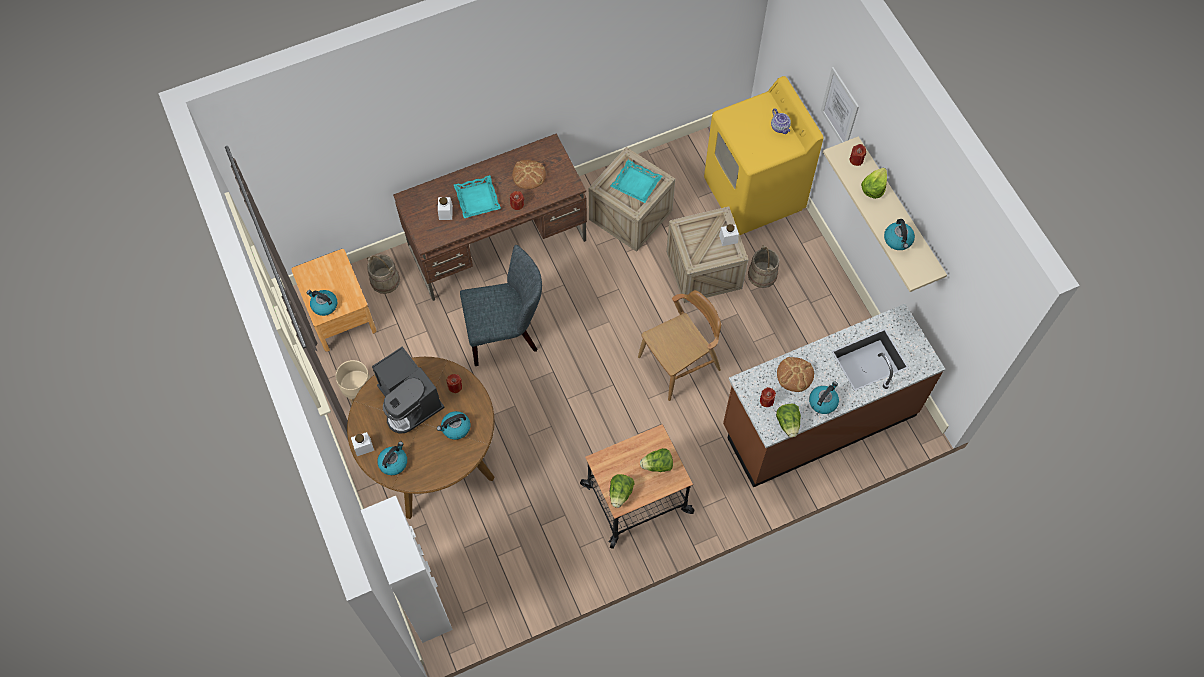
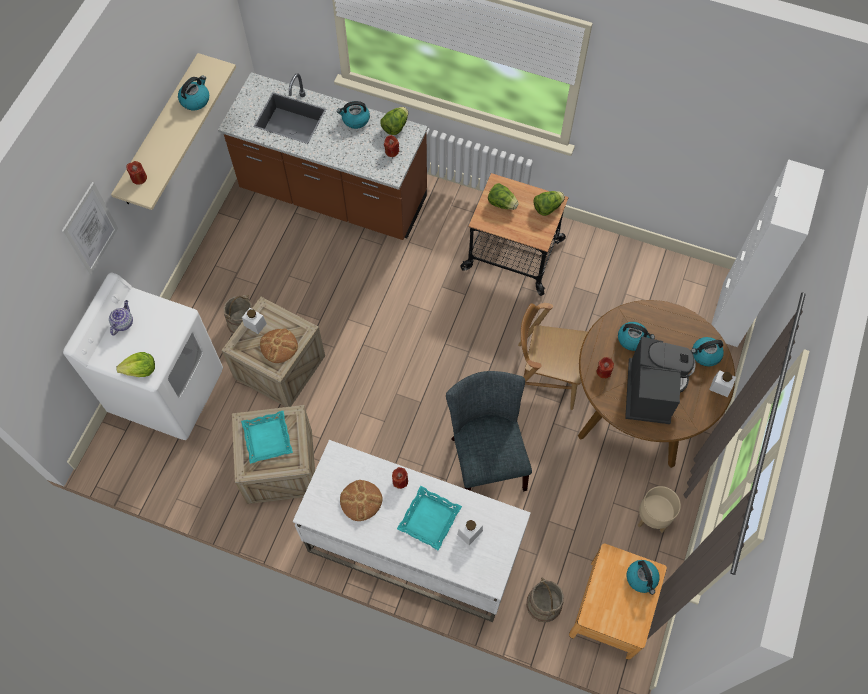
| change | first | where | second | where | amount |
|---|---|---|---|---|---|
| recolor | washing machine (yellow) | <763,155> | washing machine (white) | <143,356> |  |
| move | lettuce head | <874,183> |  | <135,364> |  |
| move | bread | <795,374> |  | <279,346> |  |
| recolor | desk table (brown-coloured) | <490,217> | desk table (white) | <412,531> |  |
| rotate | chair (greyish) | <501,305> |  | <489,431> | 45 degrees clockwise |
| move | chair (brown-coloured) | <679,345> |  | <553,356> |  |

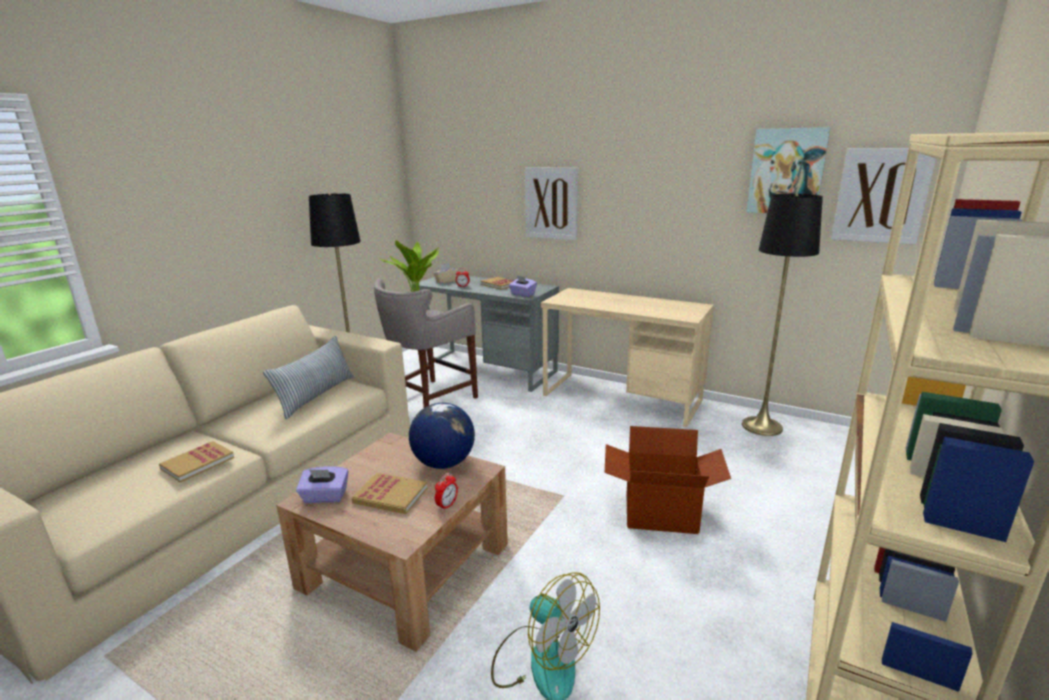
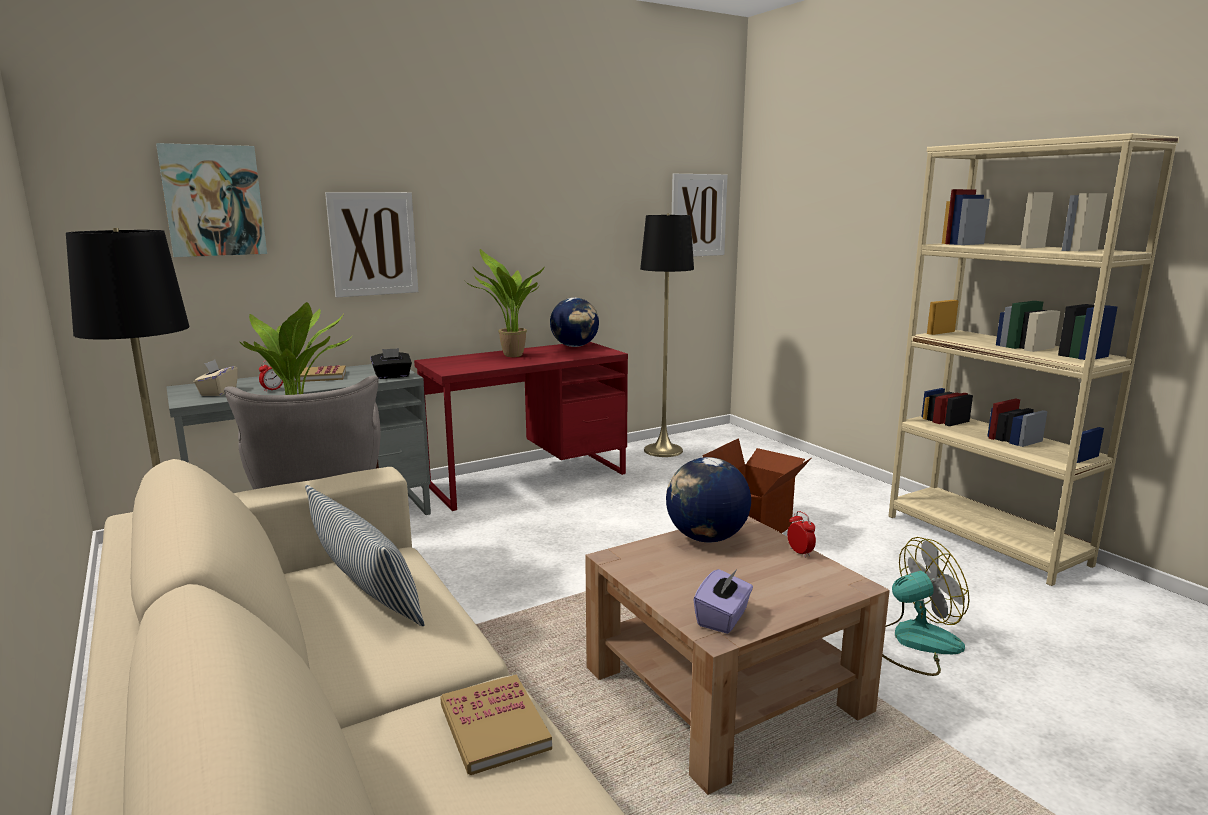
| change | first | where | second | where | amount |
|---|---|---|---|---|---|
| move | wall art | <789,170> |  | <211,200> |  |
| recolor | box of tissues (purple) | <523,286> | box of tissues (blackish) | <391,363> |  |
| recolor | desk table (sand-coloured) | <627,357> | desk table (reddish) | <521,426> |  |
| insert |  |  | houseplant | <505,303> |  |
| insert |  |  | desk globe | <574,322> |  |
| delete | volume | <389,493> |  |  |  |

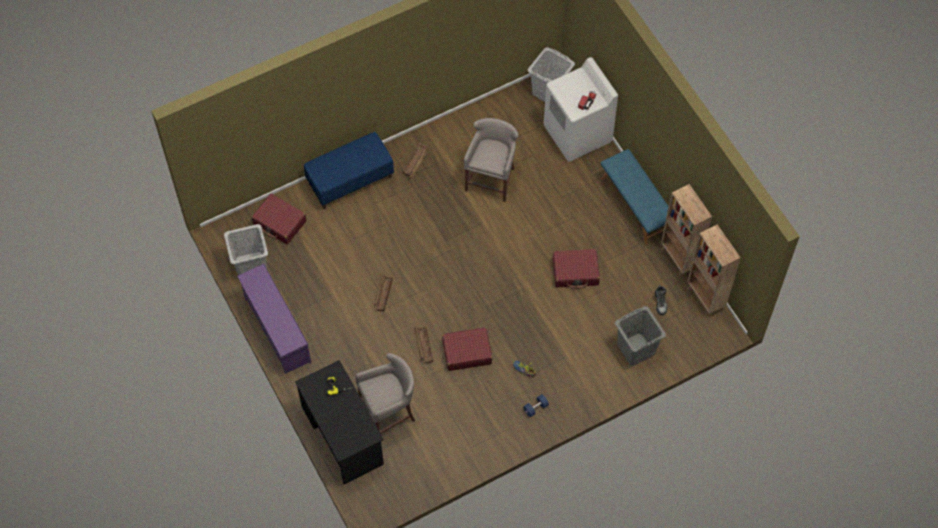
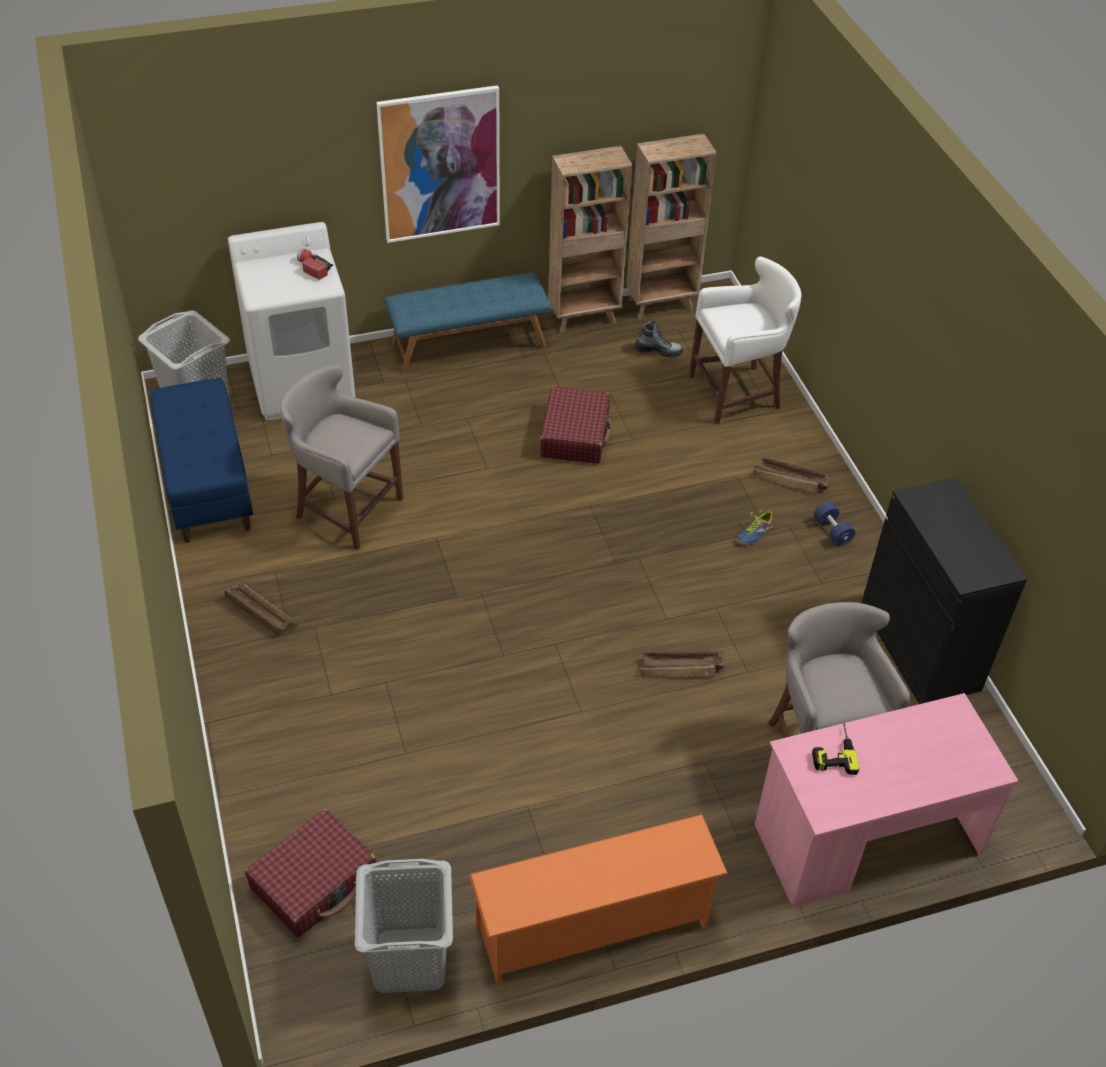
| change | first | where | second | where | amount |
|---|---|---|---|---|---|
| move | bench (blue-coloured) | <349,170> |  | <202,460> |  |
| insert |  |  | wall art | <438,164> |  |
| recolor | shoe shelf (purple) | <274,319> | shoe shelf (orange-coloured) | <598,900> |  |
| replace | hamper (greyish) | <640,336> | stool (white) | <745,340> |  |
| move | packing crate | <383,293> |  | <792,476> |  |
| recolor | desk table (blackish) | <339,422> | desk table (pink) | <886,800> |  |
| insert |  |  | cabinet (blackish) | <944,590> |  |
| delete | piece of luggage (reddish) | <467,349> |  |  |  |

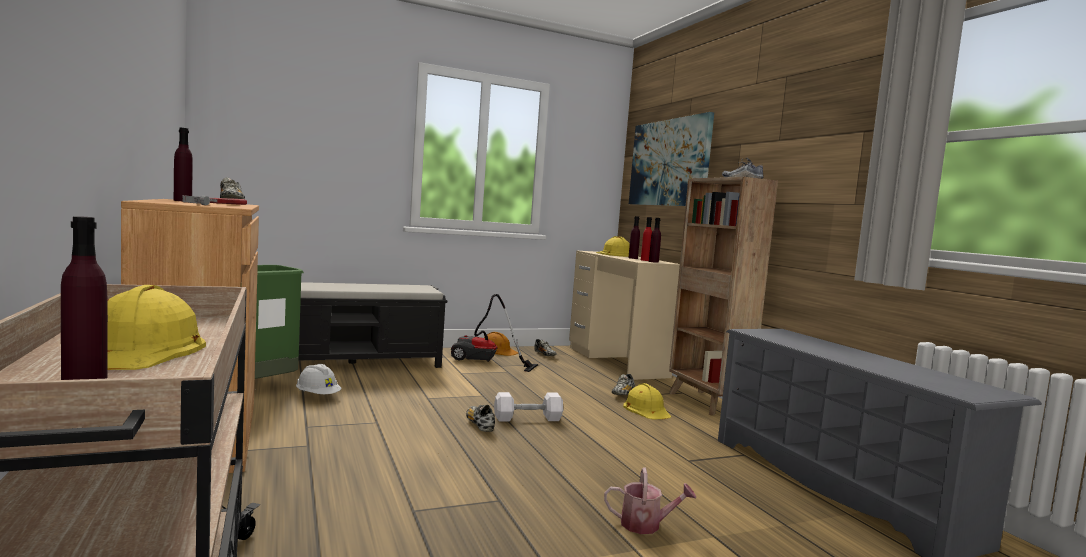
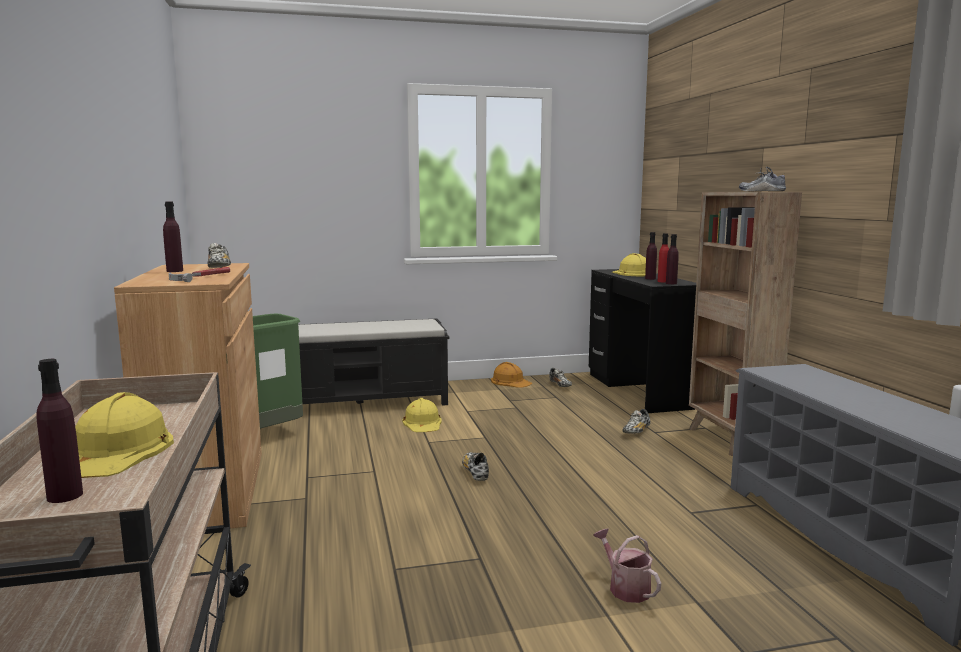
| change | first | where | second | where | amount |
|---|---|---|---|---|---|
| move | work helmet (yellow) | <647,401> |  | <422,415> |  |
| recolor | desk table (sand-coloured) | <624,315> | desk table (blackish) | <642,341> |  |
| rotate | watering pot | <650,500> |  | <627,565> | 135 degrees counterclockwise |
| delete | work helmet (white) | <318,379> |  |  |  |
| delete | vacuum | <494,333> |  |  |  |
| delete | free weight (white) | <528,407> |  |  |  |
| delete | wall art | <671,159> |  |  |  |

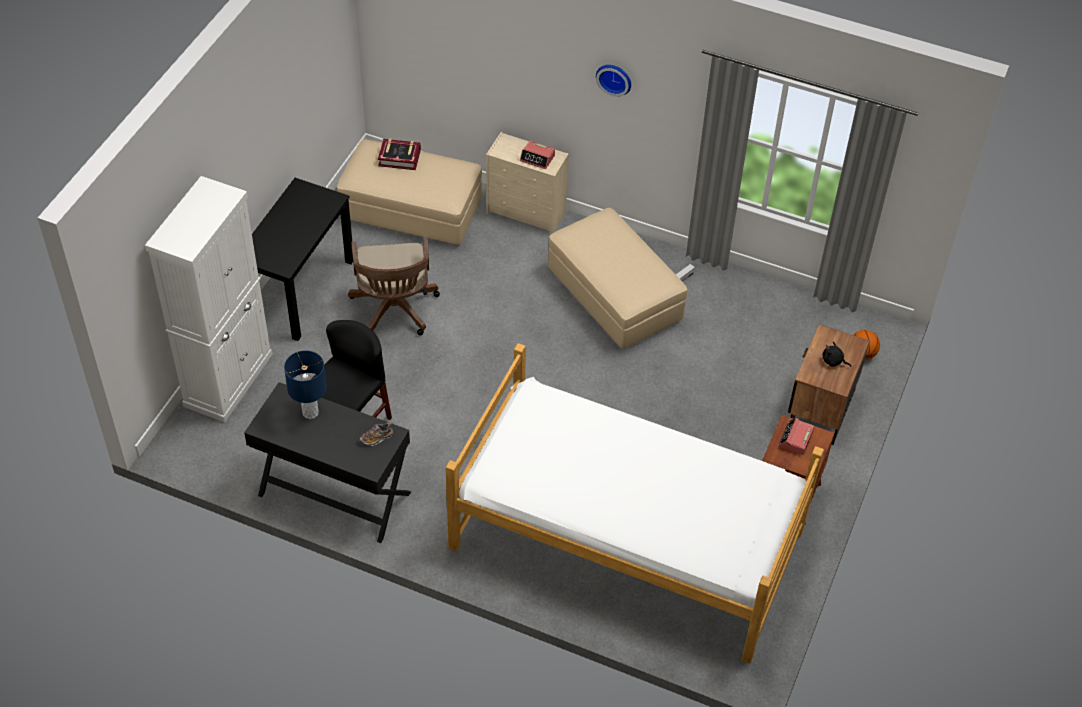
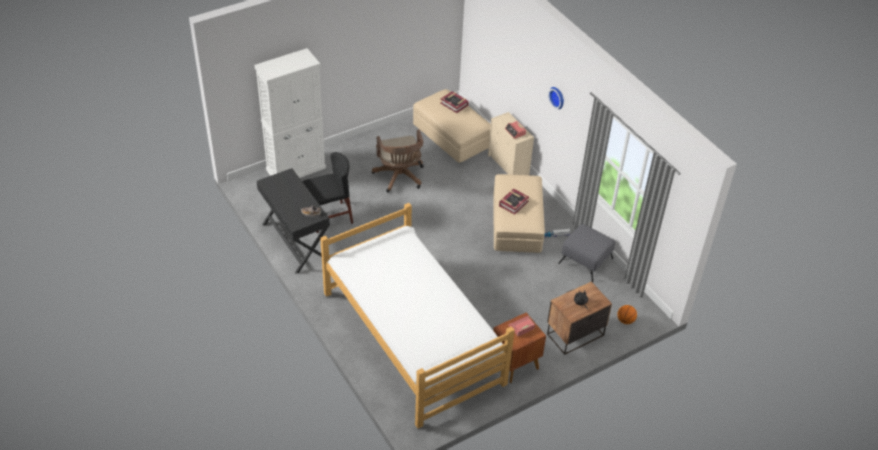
| change | first | where | second | where | amount |
|---|---|---|---|---|---|
| rotate | office chair (brown-coloured) | <394,286> |  | <398,161> | 45 degrees counterclockwise |
| insert |  |  | volume | <514,202> |  |
| insert |  |  | ottoman (greyish) | <586,253> |  |
| delete | desk table (blackish) | <302,259> |  |  |  |
| delete | table lamp (blue-coloured) | <305,384> |  |  |  |

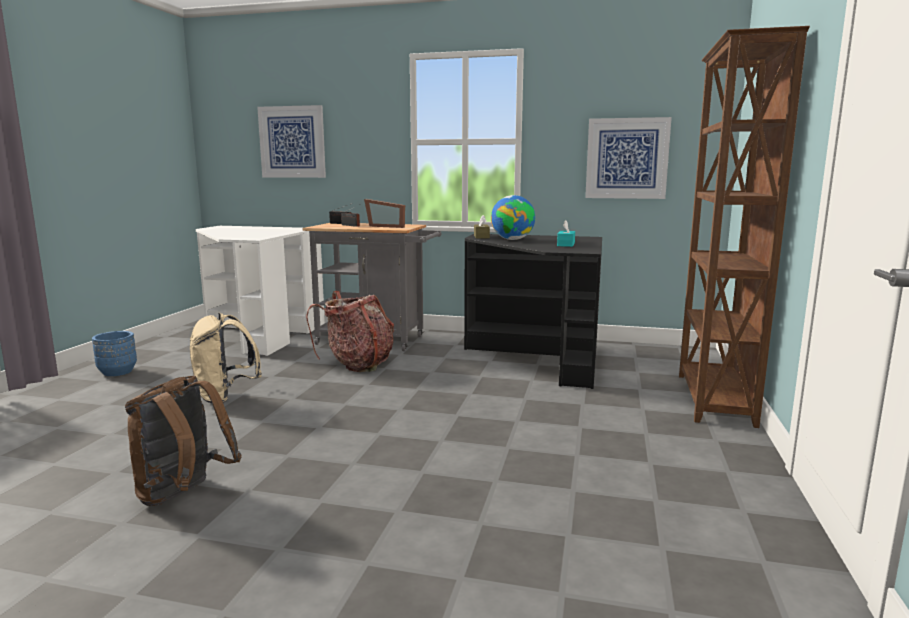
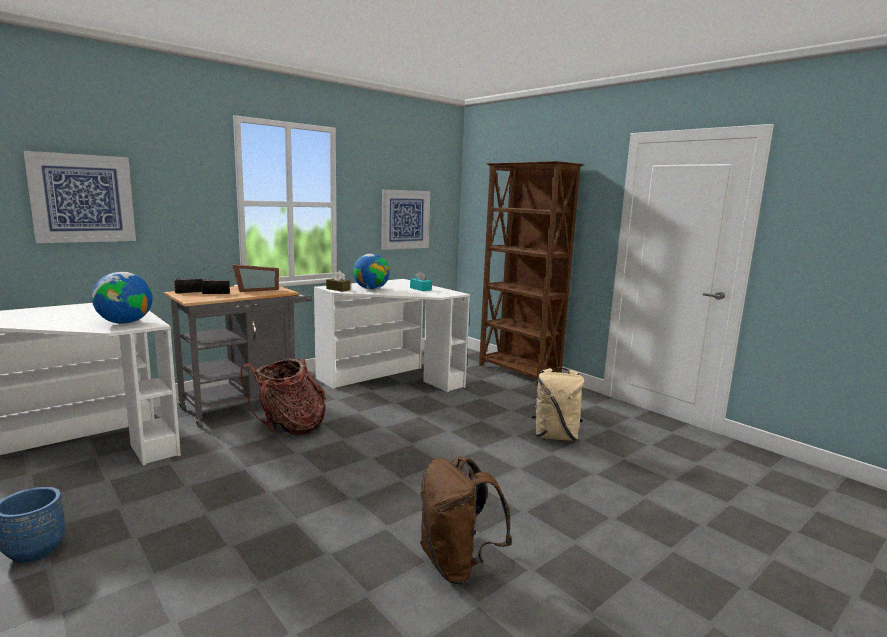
| change | first | where | second | where | amount |
|---|---|---|---|---|---|
| insert |  |  | desk globe | <122,298> |  |
| recolor | desk table (blackish) | <533,311> | desk table (white) | <392,335> |  |
| move | backpack (sand-coloured) | <226,358> |  | <557,404> |  |

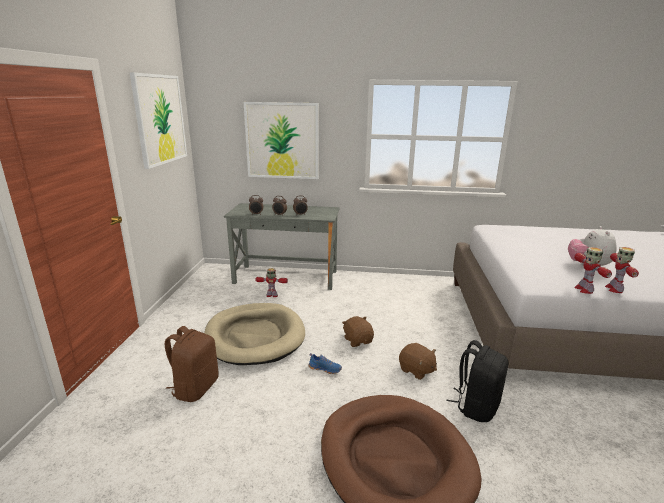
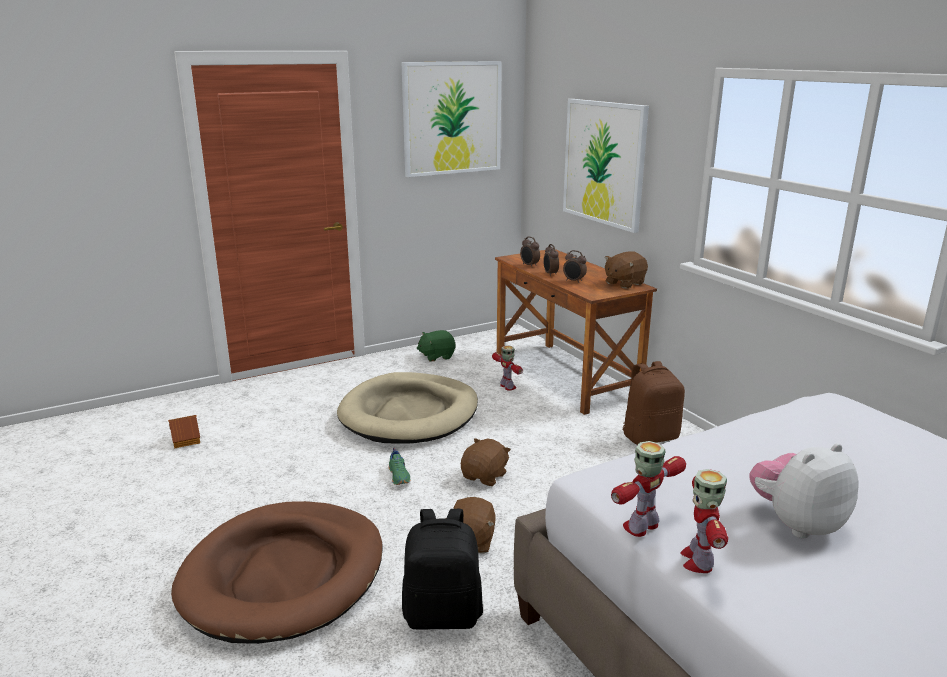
| change | first | where | second | where | amount |
|---|---|---|---|---|---|
| insert |  |  | model house | <184,431> |  |
| recolor | item of footwear (blue-coloured) | <325,363> | item of footwear (green-coloured) | <399,466> |  |
| insert |  |  | cuddly toy (green-coloured) | <436,346> |  |
| recolor | desk table (greyish) | <281,246> | desk table (brown-coloured) | <576,332> |  |
| insert |  |  | cuddly toy (brown-coloured) | <626,270> |  |
| move | backpack (brown-coloured) | <191,364> |  | <654,403> |  |
| rotate | robot figure | <622,270> |  | <704,521> | 60 degrees counterclockwise |

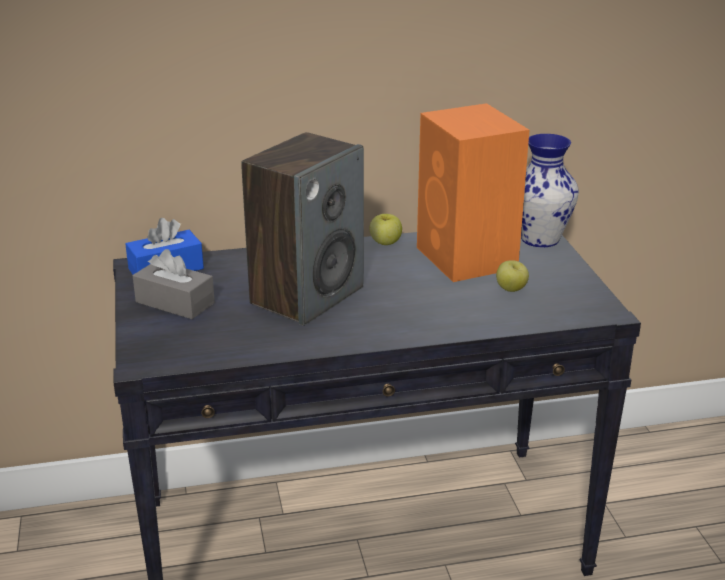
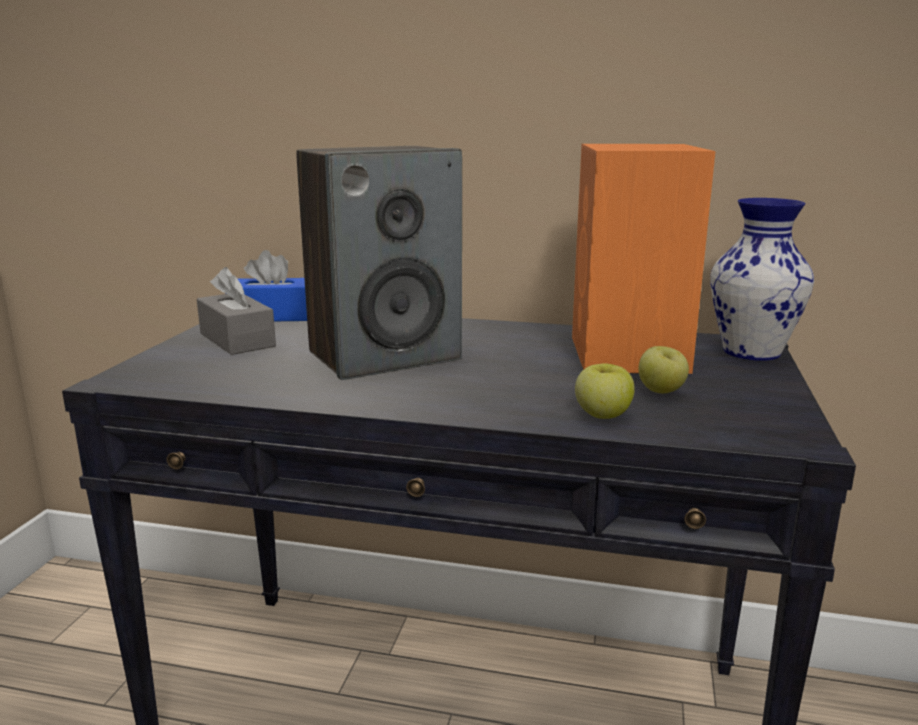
| change | first | where | second | where | amount |
|---|---|---|---|---|---|
| move | apple | <385,229> |  | <605,391> |  |

